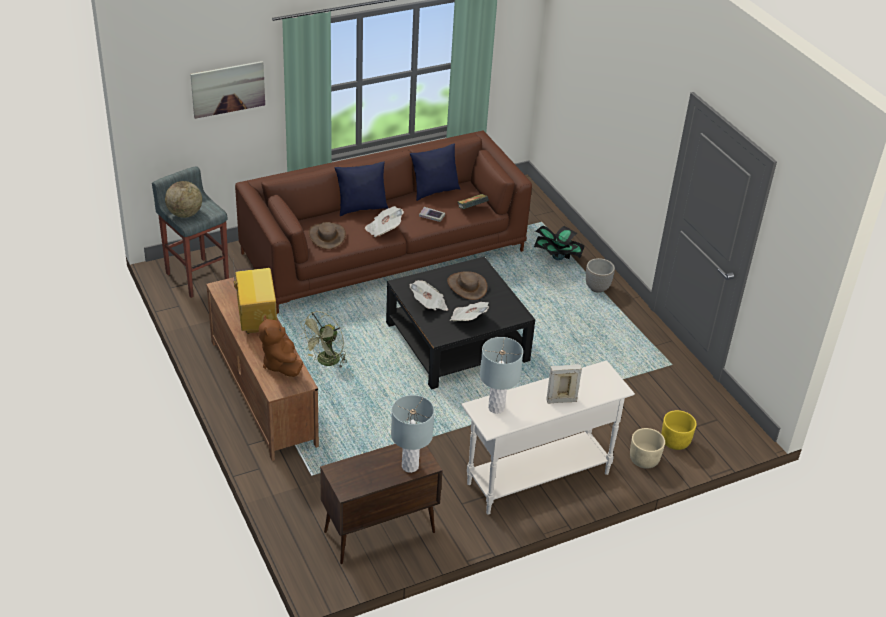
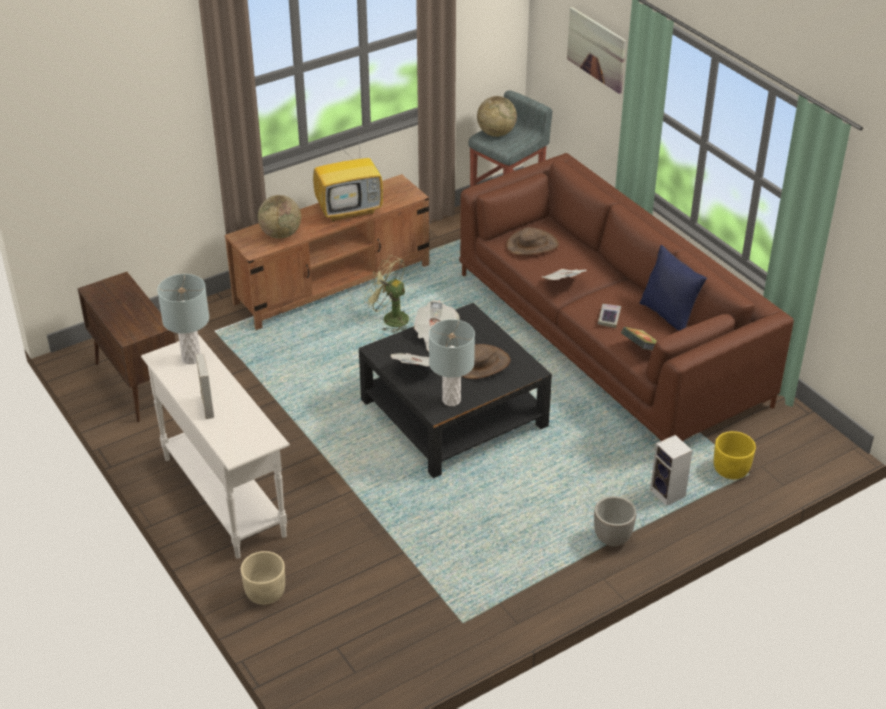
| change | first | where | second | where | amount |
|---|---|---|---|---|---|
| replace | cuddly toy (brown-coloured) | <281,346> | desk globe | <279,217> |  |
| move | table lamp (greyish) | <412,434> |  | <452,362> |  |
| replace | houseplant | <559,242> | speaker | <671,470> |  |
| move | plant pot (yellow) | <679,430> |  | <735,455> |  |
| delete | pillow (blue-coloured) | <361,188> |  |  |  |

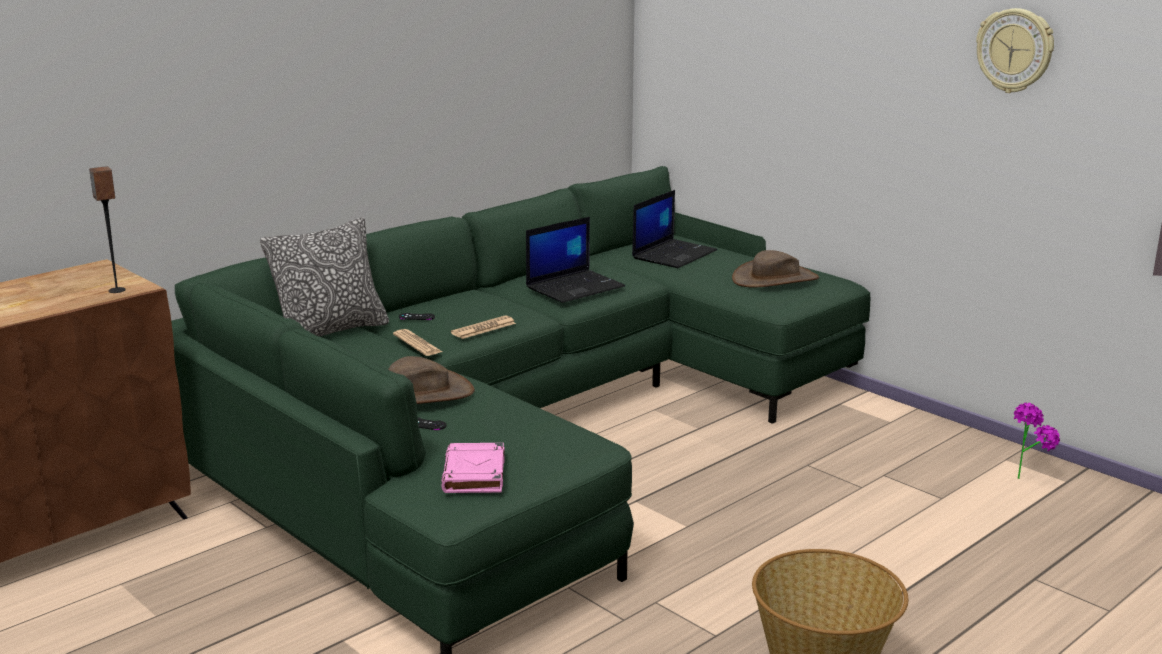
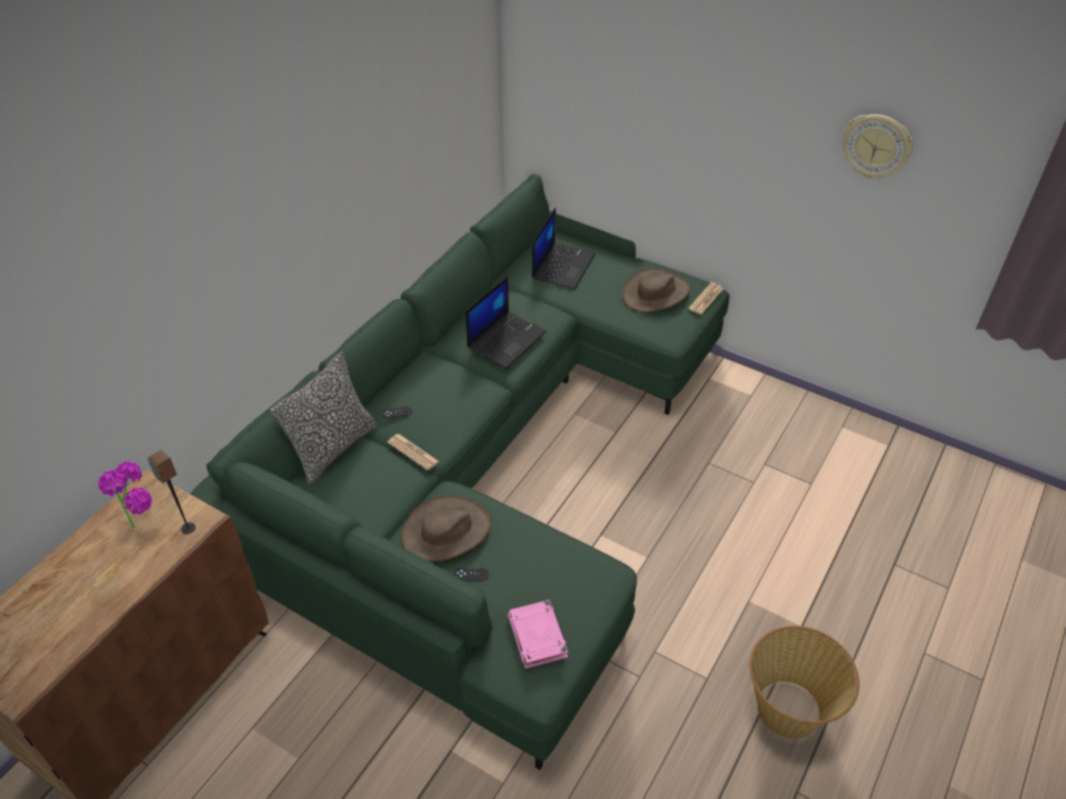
| change | first | where | second | where | amount |
|---|---|---|---|---|---|
| move | houseplant | <1037,440> |  | <125,494> |  |
| move | daily paper | <483,327> |  | <705,298> |  |

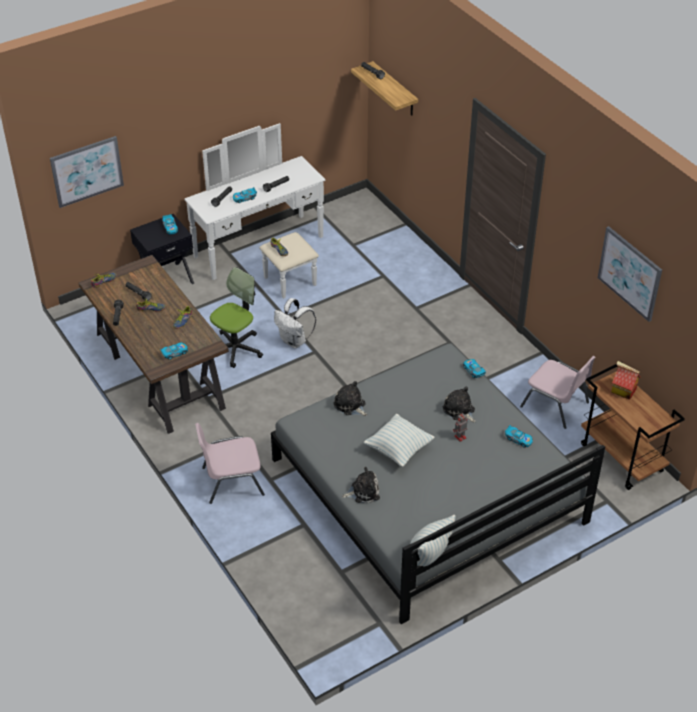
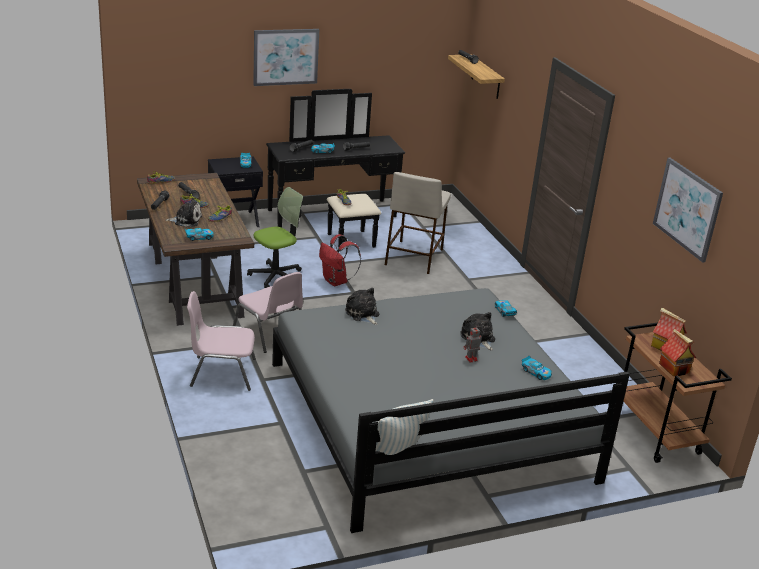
| change | first | where | second | where | amount |
|---|---|---|---|---|---|
| move | cuddly toy | <361,485> |  | <183,212> |  |
| move | chair (pink) | <558,392> |  | <268,312> |  |
| move | wall art | <87,172> |  | <286,57> |  |
| recolor | drawer chest (white) | <254,211> | drawer chest (blackish) | <335,168> |  |
| recolor | backpack (white) | <295,323> | backpack (reddish) | <340,260> |  |
| insert |  |  | stool (sand-coloured) | <418,223> |  |
| insert |  |  | model house | <677,352> |  |
| delete | pillow | <399,440> |  |  |  |

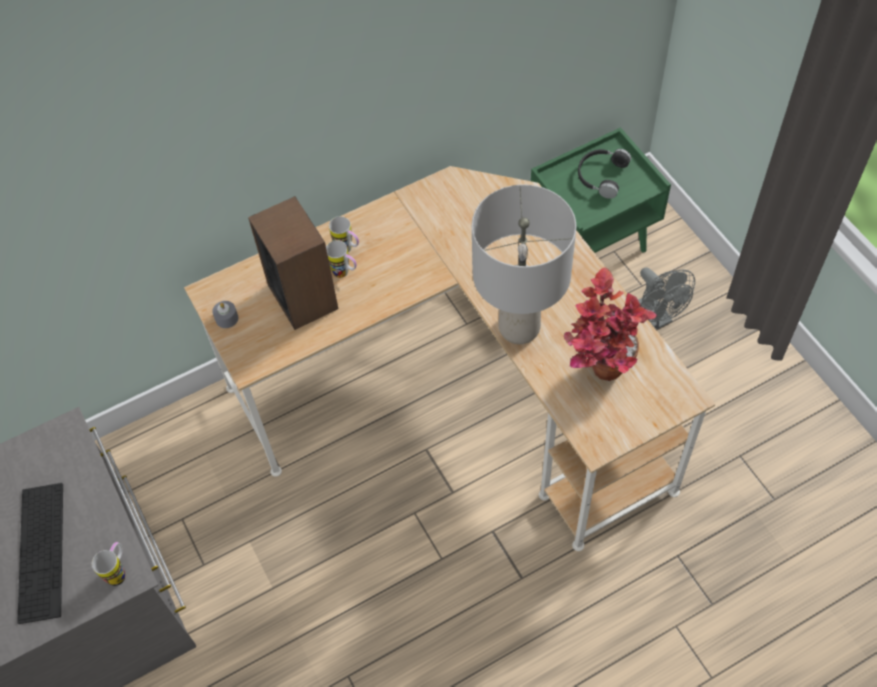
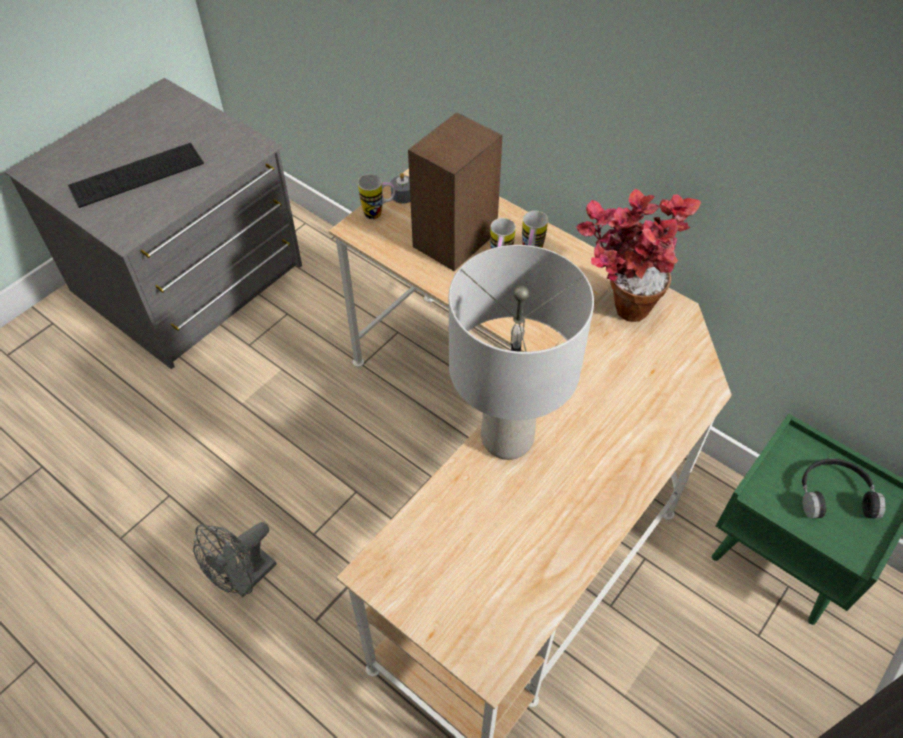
| change | first | where | second | where | amount |
|---|---|---|---|---|---|
| move | electric fan (greyish) | <666,299> |  | <235,559> |  |
| move | tea mug | <109,564> |  | <376,196> |  |
| move | houseplant | <610,324> |  | <638,255> |  |

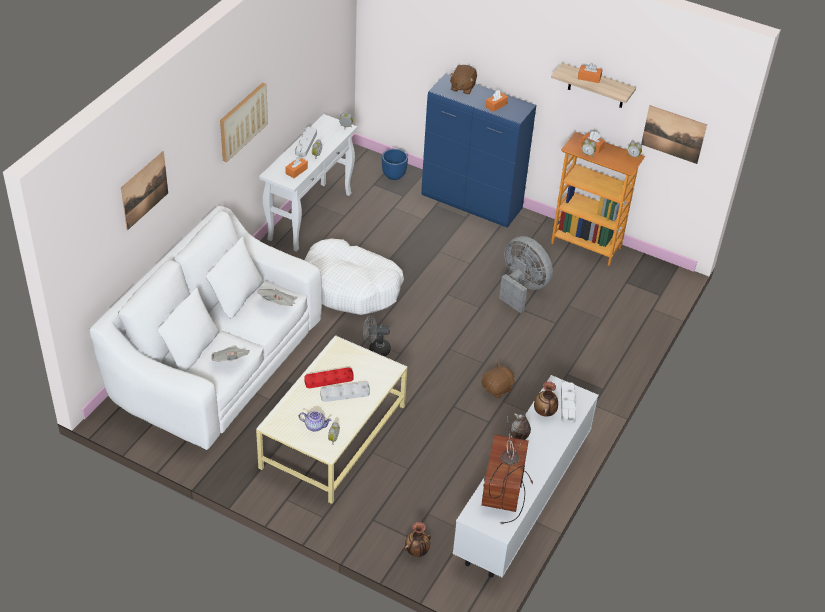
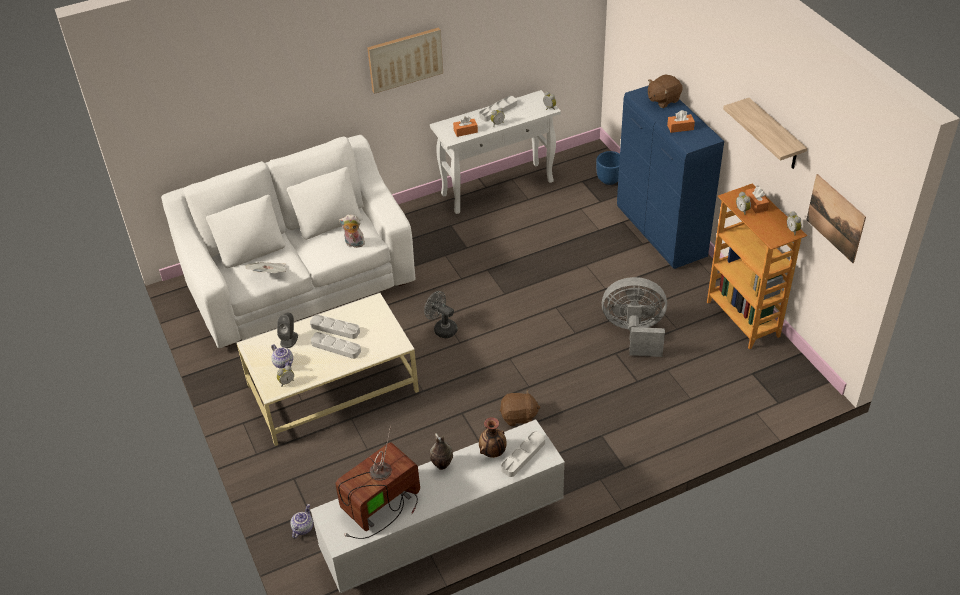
| change | first | where | second | where | amount |
|---|---|---|---|---|---|
| insert |  |  | speaker (greyish) | <287,330> |  |
| replace | decorative vase | <417,539> | pot for tea | <301,521> |  |
| recolor | serving tray (reddish) | <328,377> | serving tray (greyish) | <335,327> |  |
| replace | daily paper | <277,297> | cuddly toy | <352,230> |  |
| rotate | electric fan (greyish) | <526,274> |  | <634,317> | 75 degrees counterclockwise |
| delete | wall art | <144,190> |  |  |  |
| delete | pet bed (white) | <354,277> |  |  |  |
| delete | box of tissues (orange-coloured) | <590,73> |  |  |  |

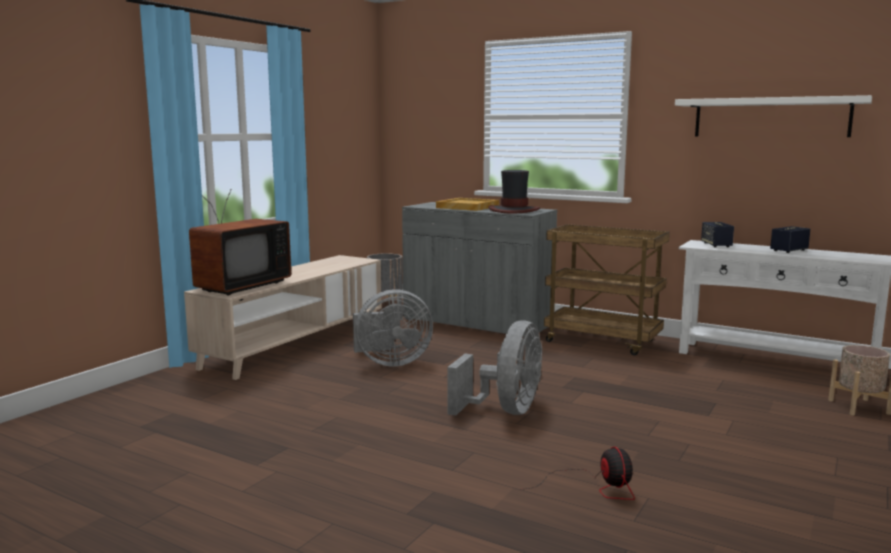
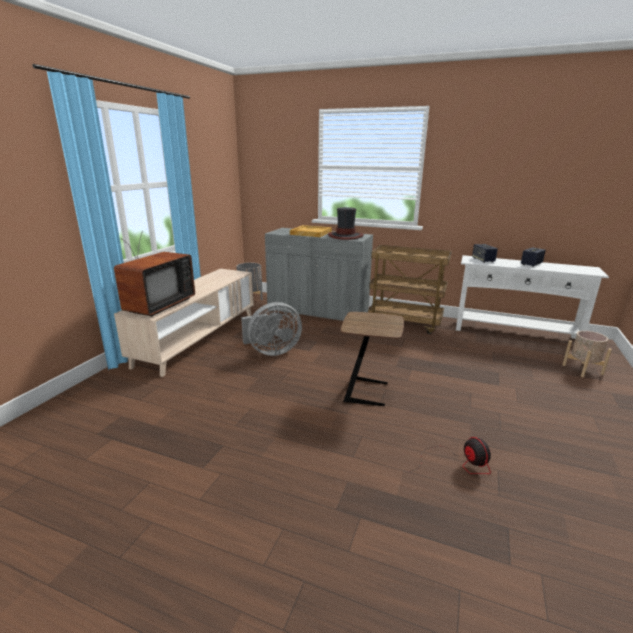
| change | first | where | second | where | amount |
|---|---|---|---|---|---|
| replace | electric fan (greyish) | <494,368> | side table (brown-coloured) | <372,359> |  |
| delete | bracket shelf (white) | <773,116> |  |  |  |

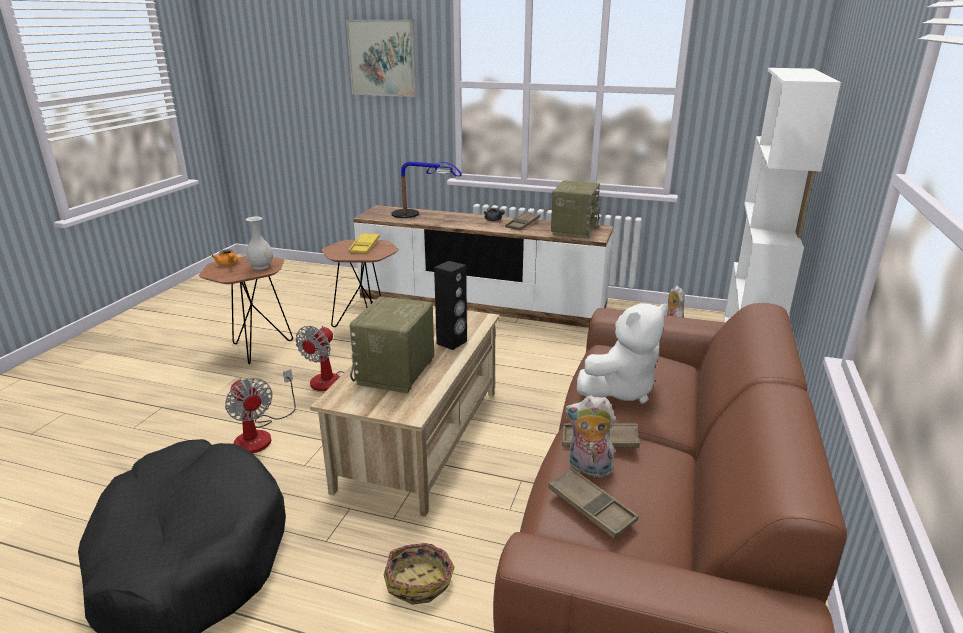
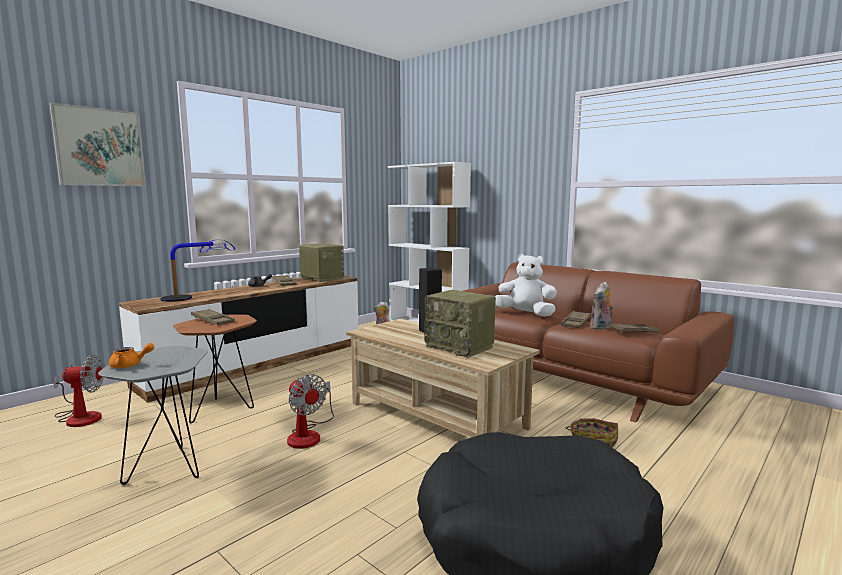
| change | first | where | second | where | amount |
|---|---|---|---|---|---|
| move | electric fan | <260,411> |  | <78,391> |  |
| recolor | side table (brown-coloured) | <246,310> | side table (greyish) | <153,415> |  |
| recolor | serving tray (yellow) | <364,243> | serving tray (brown-coloured) | <213,317> |  |
| rotate | cuddly toy (white) | <622,353> |  | <526,285> | 60 degrees counterclockwise |
| delete | decorative vase (white) | <259,243> |  |  |  |

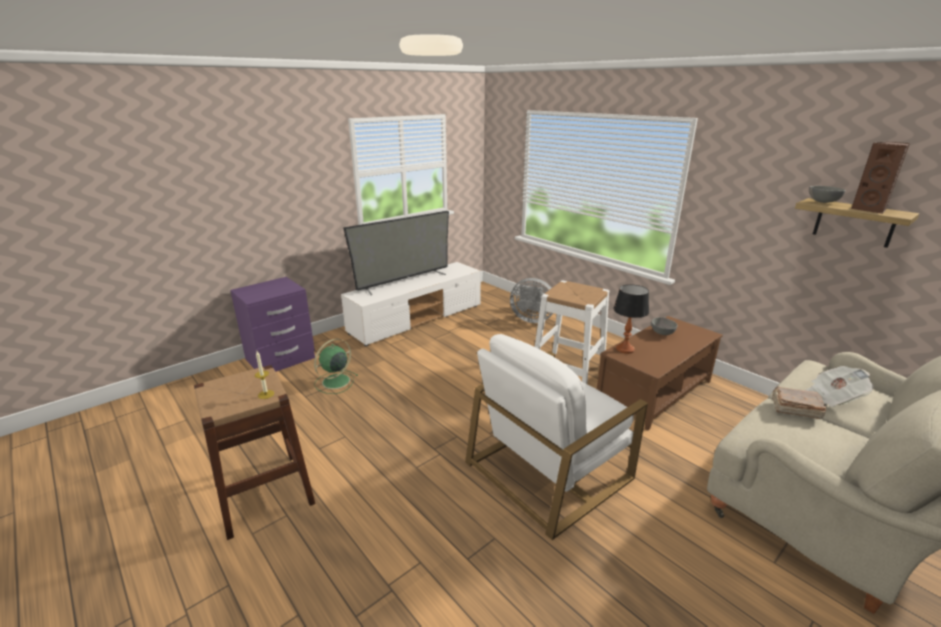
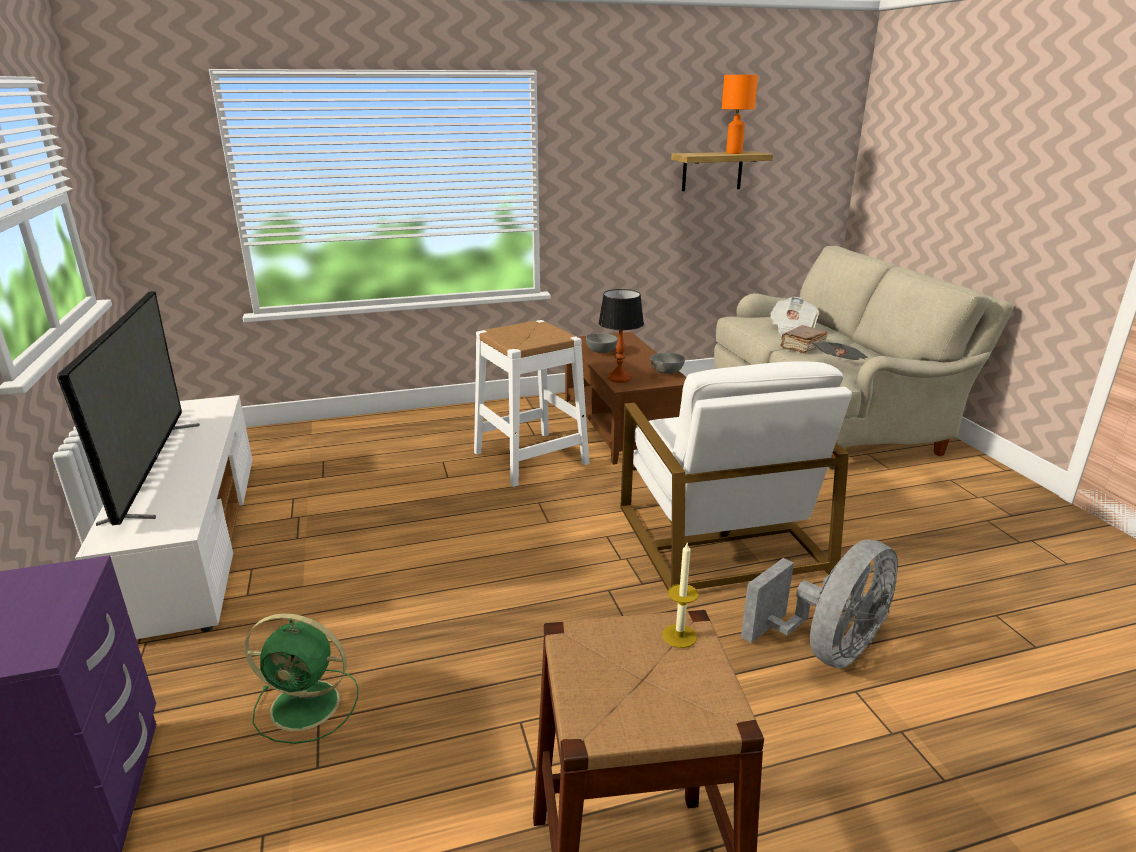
| change | first | where | second | where | amount |
|---|---|---|---|---|---|
| rotate | electric fan (green-coloured) | <336,366> |  | <301,678> | 60 degrees counterclockwise |
| move | serving bowl (greyish) | <827,194> |  | <667,363> |  |
| replace | speaker (brown-coloured) | <880,178> | table lamp (orange-coloured) | <740,114> |  |
| move | electric fan (greyish) | <531,300> |  | <819,604> |  |
| insert |  |  | daily paper | <839,351> |  |

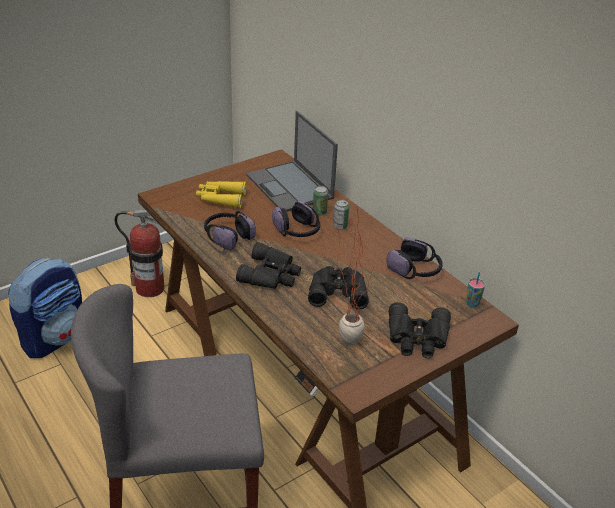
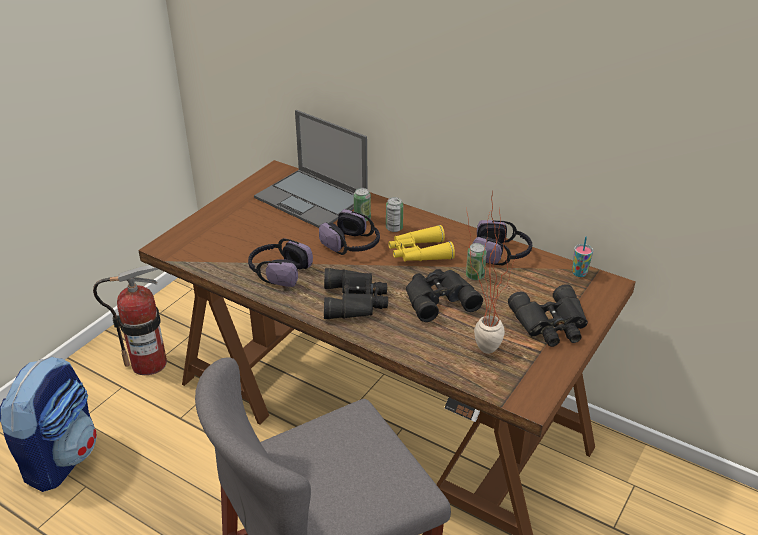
| change | first | where | second | where | amount |
|---|---|---|---|---|---|
| move | field glasses (yellow) | <221,195> |  | <421,243> |  |
| insert |  |  | can | <476,261> |  |

